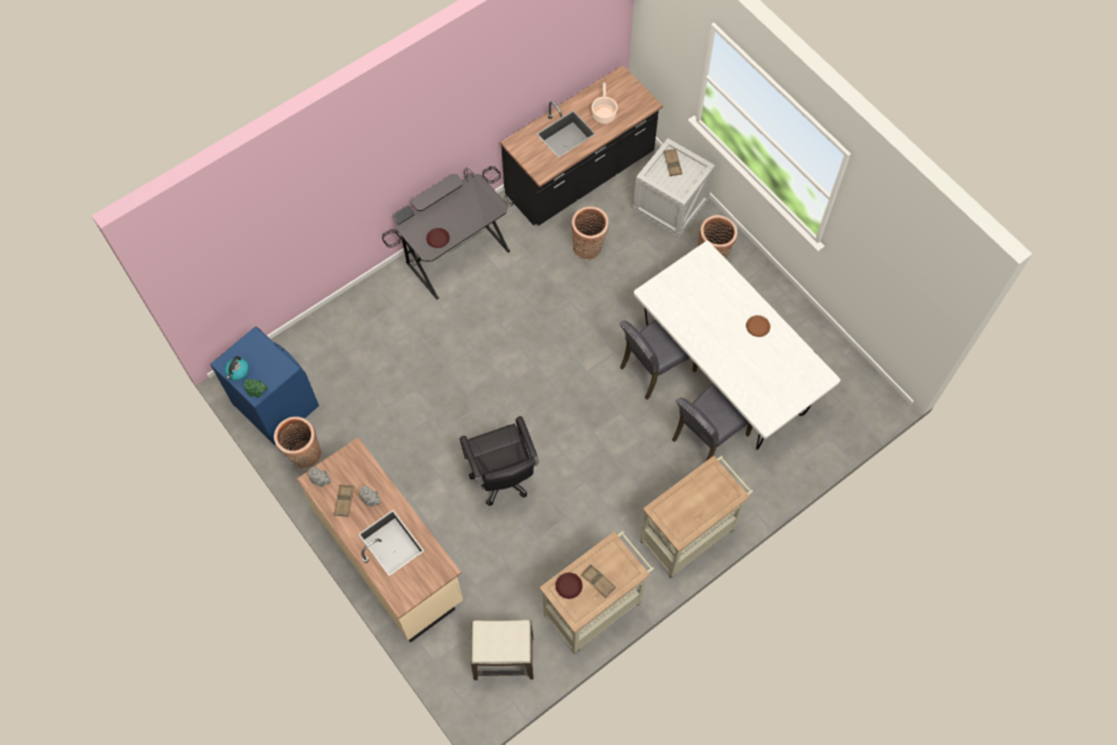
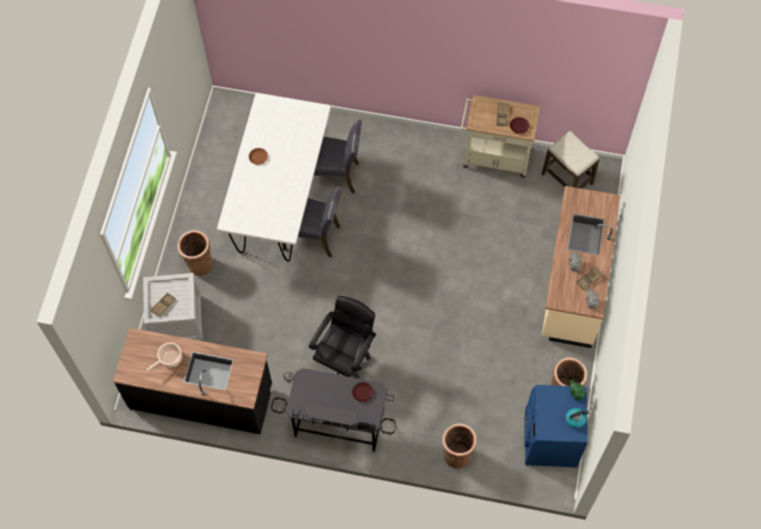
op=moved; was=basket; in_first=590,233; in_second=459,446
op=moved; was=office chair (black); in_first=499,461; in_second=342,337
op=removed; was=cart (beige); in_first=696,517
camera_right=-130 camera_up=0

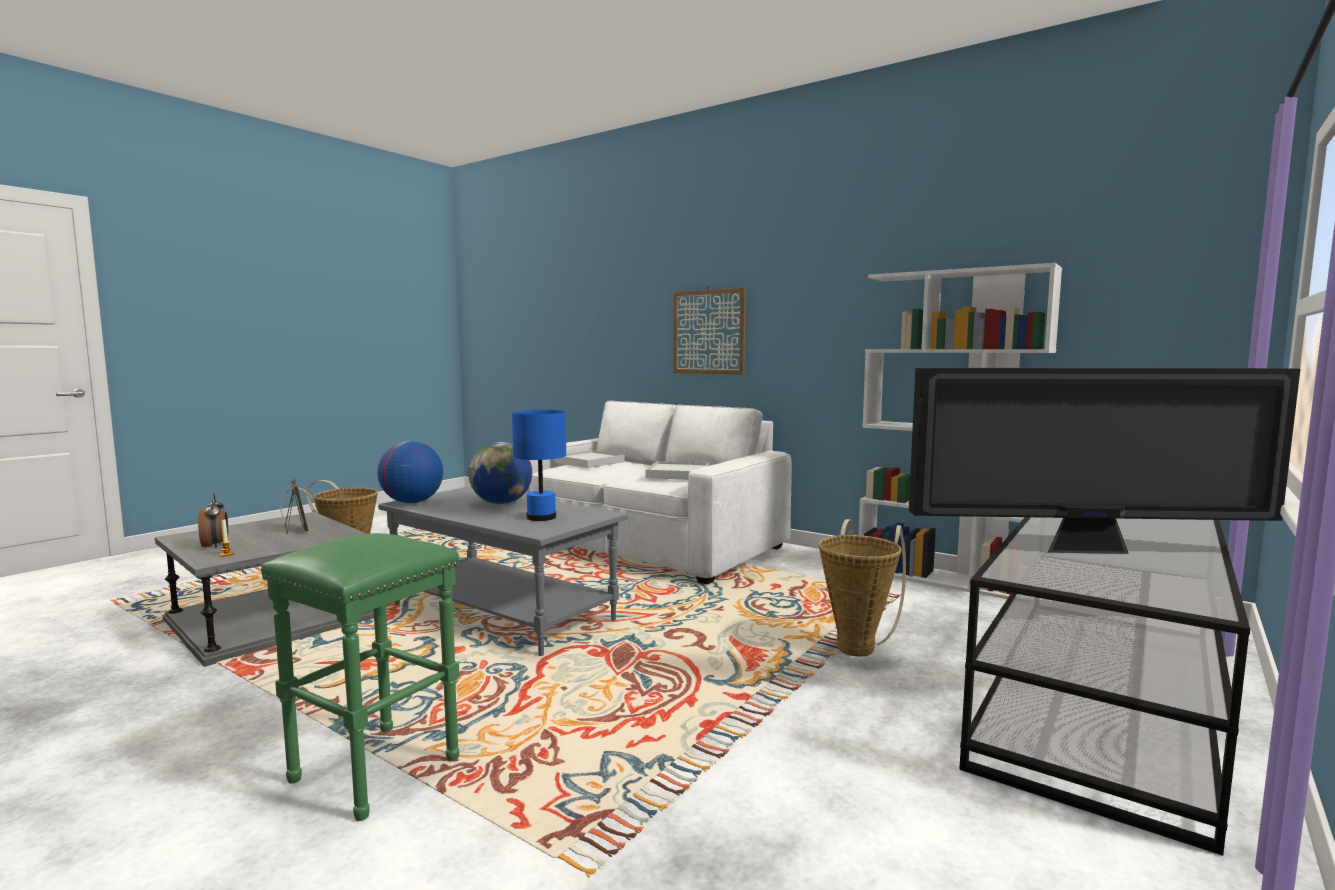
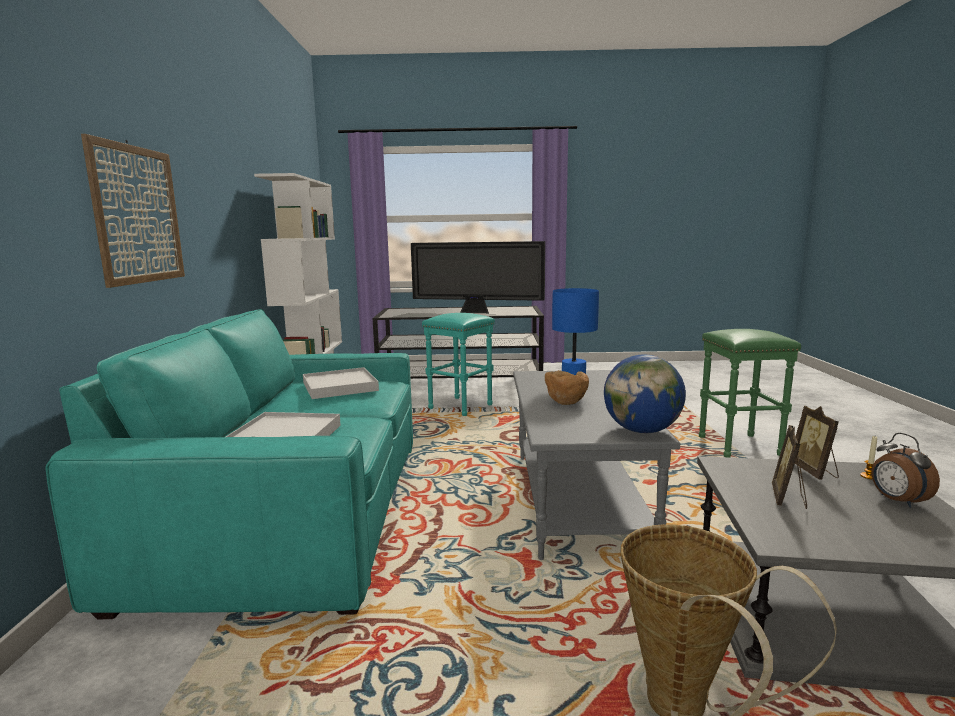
op=turned; was=television; in_first=1104,461; in_second=478,277; clockwise=135
op=recoloured; was=sofa (white); now=sofa (turquoise); in_first=657,493; in_second=229,464
op=replaced; was=globe; now=bowl (brown); in_first=500,473; in_second=567,387
op=turned; was=alarm clock; in_first=213,520; in_second=906,470; clockwise=-45
op=replaced; was=basket; now=stool (turquoise); in_first=862,588; in_second=458,364
op=added; now=picture frame; in_second=817,442
camera_right=-125 camera_up=5

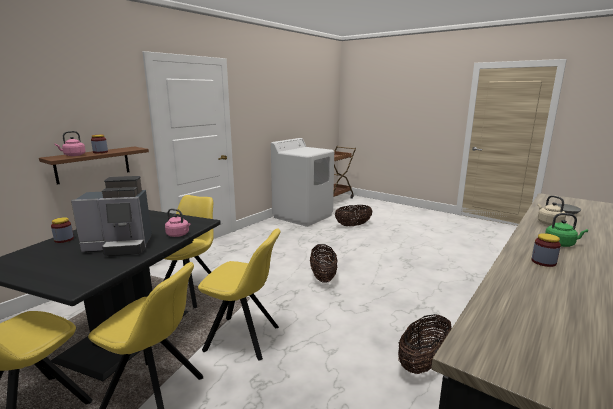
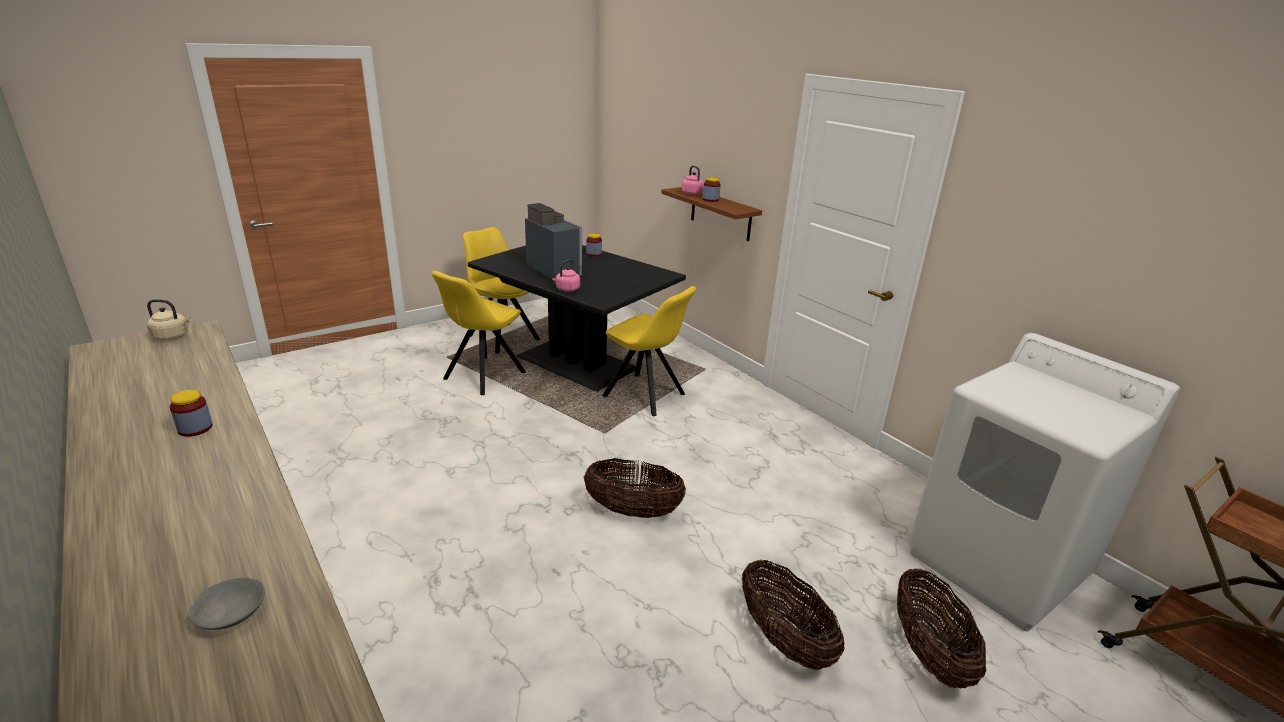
op=turned; was=coffee machine; in_first=111,216; in_second=553,241; clockwise=135
op=moved; was=kettle (beige); in_first=551,210; in_second=169,319
op=removed; was=kettle (green); in_first=566,230
op=removed; was=chair (yellow); in_first=239,294
op=moved; was=basket; in_first=425,344; in_second=793,615
camera_right=105 camera_up=10

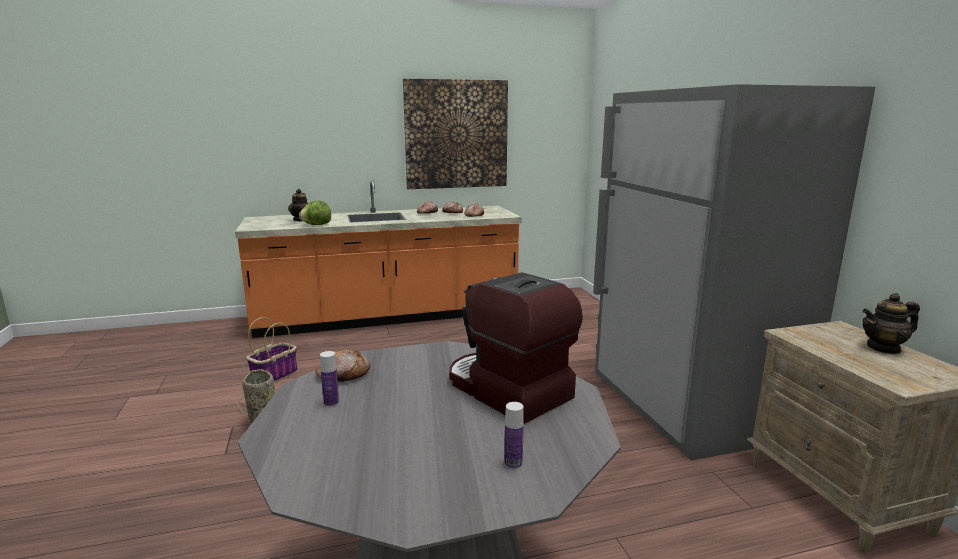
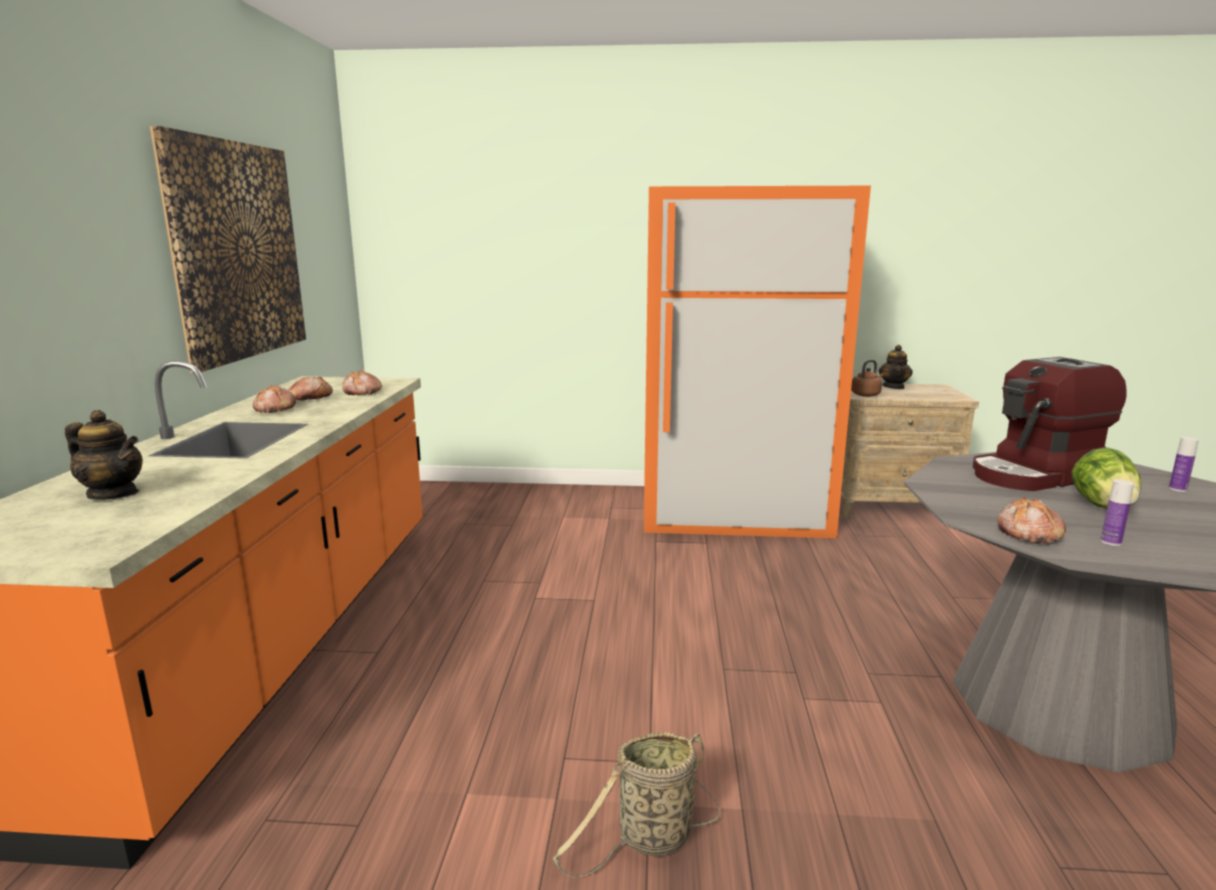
op=recoloured; was=fridge (grey); now=fridge (orange); in_first=734,272; in_second=757,362
op=moved; was=lettuce; in_first=315,213; in_second=1106,478
op=removed; was=basket; in_first=272,350
op=added; now=kettle (brown); in_second=867,378
camera_right=-70 camera_up=0

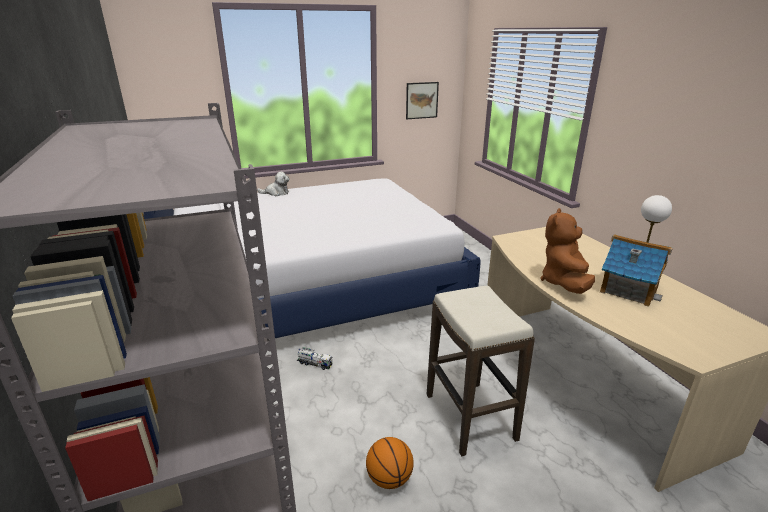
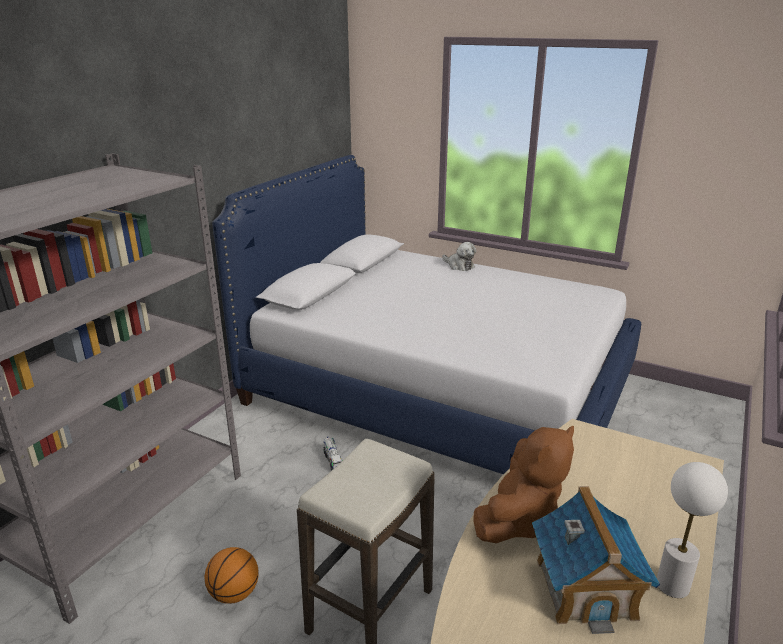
op=removed; was=picture; in_first=422,100
op=turned; was=plush toy (brown); in_first=567,251; in_second=523,484; clockwise=150
camera_right=50 camera_up=0

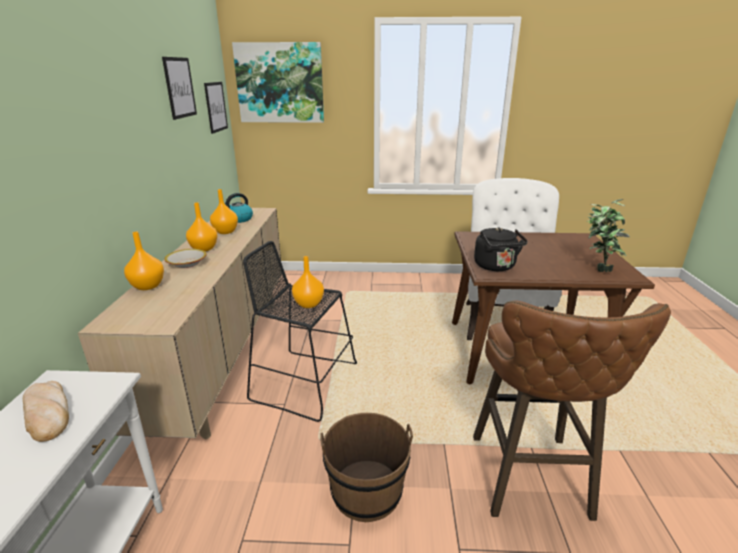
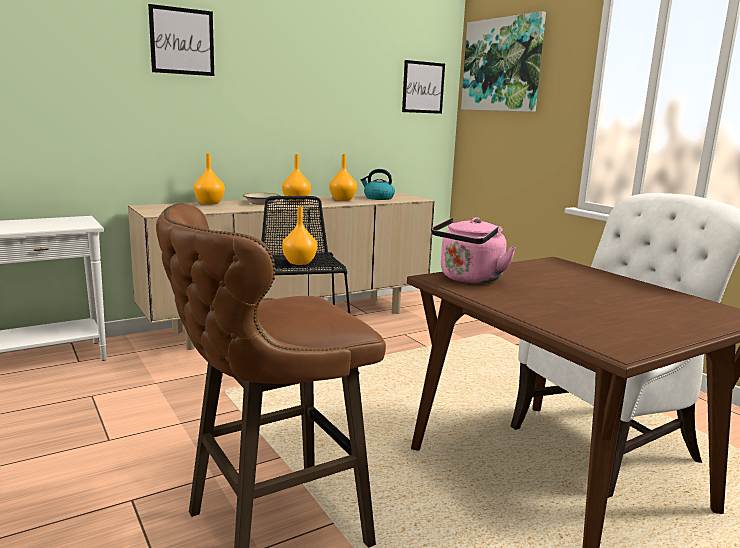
op=moved; was=picture; in_first=179,88; in_second=181,40
op=removed; was=potted plant; in_first=608,235
op=recoloured; was=kettle (black); now=kettle (pink); in_first=500,249; in_second=473,250
op=removed; was=bread; in_first=46,411
op=removed; was=bucket (brown); in_first=366,467
camera_right=55 camera_up=-10

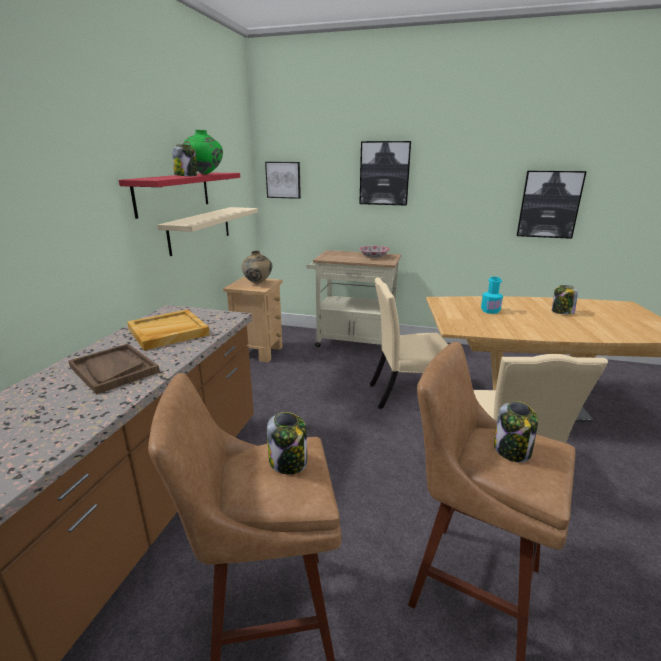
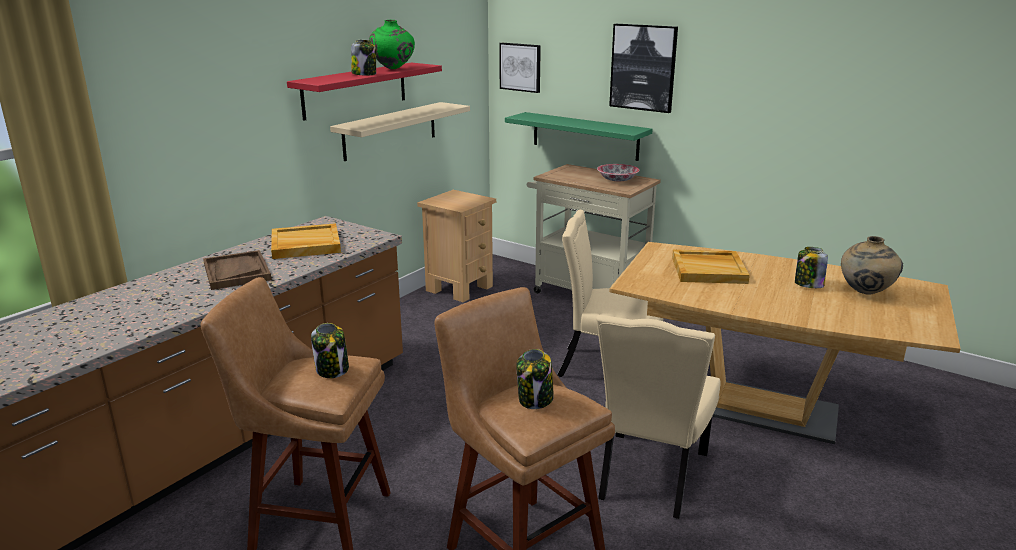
op=removed; was=picture; in_first=551,205
op=moved; was=vase (beige); in_first=256,267; in_second=872,265
op=replaced; was=bottle (turquoise); now=tray (beige); in_first=492,295; in_second=711,267
op=added; now=shelf (green); in_second=578,136
camera_right=20 camera_up=0

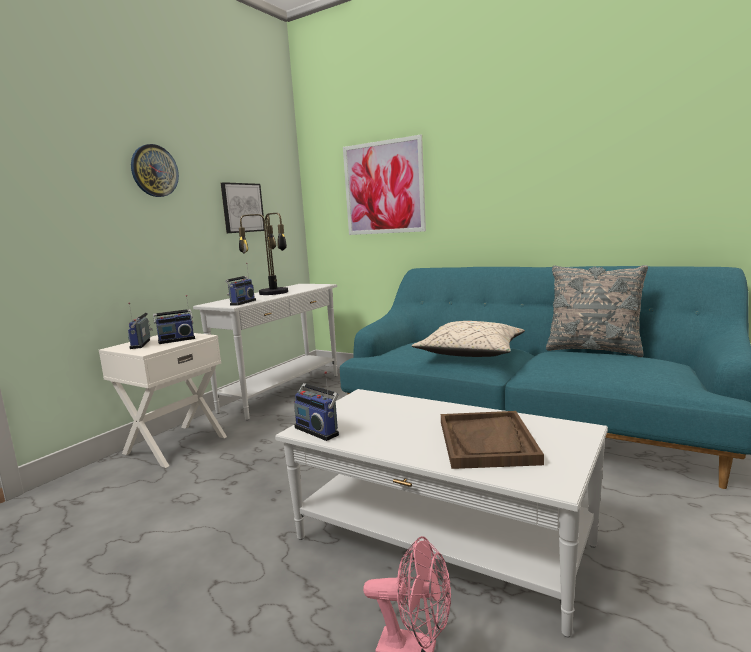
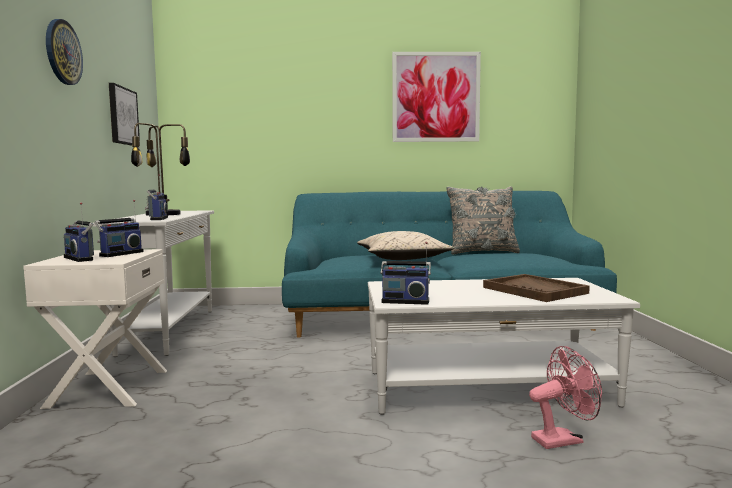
op=moved; was=picture; in_first=384,185; in_second=436,97
camera_right=-35 camera_up=-5

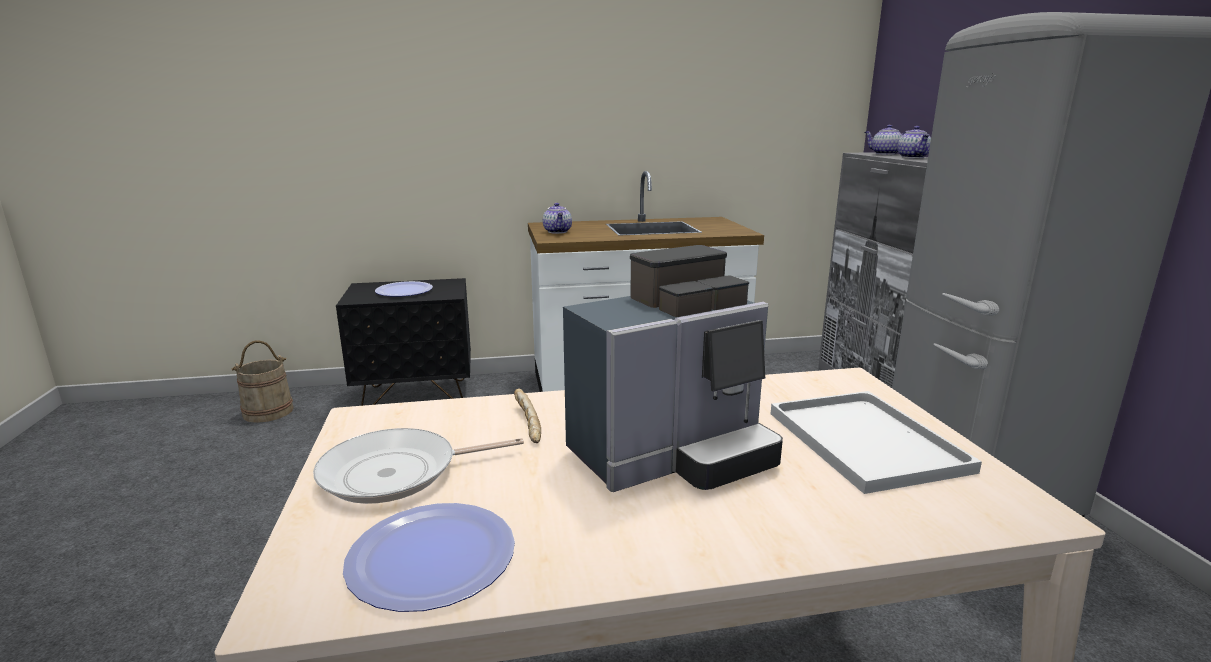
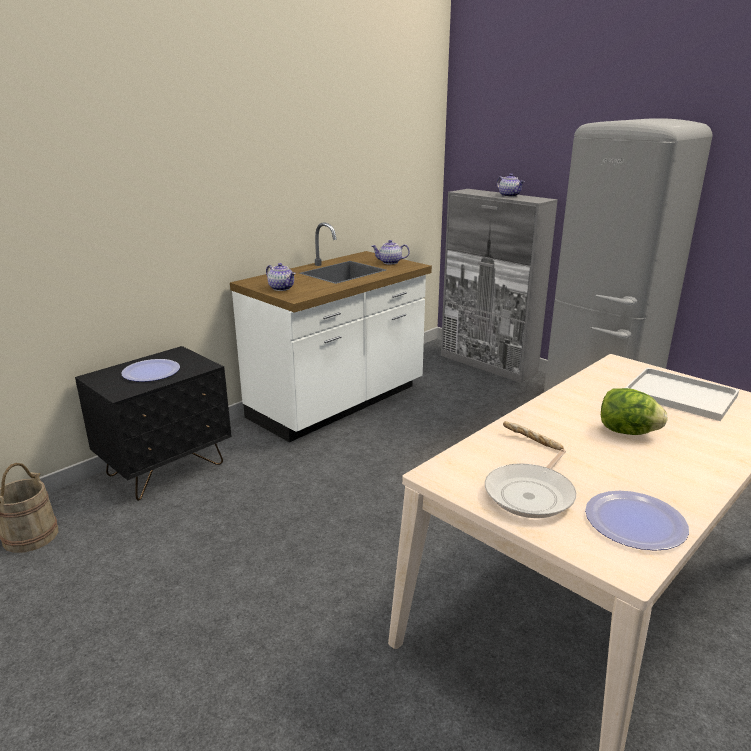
op=moved; was=teapot; in_first=886,140; in_second=391,252
op=replaced; was=coffee machine; now=lettuce; in_first=673,368; in_second=634,411
camera_right=-35 camera_up=5

